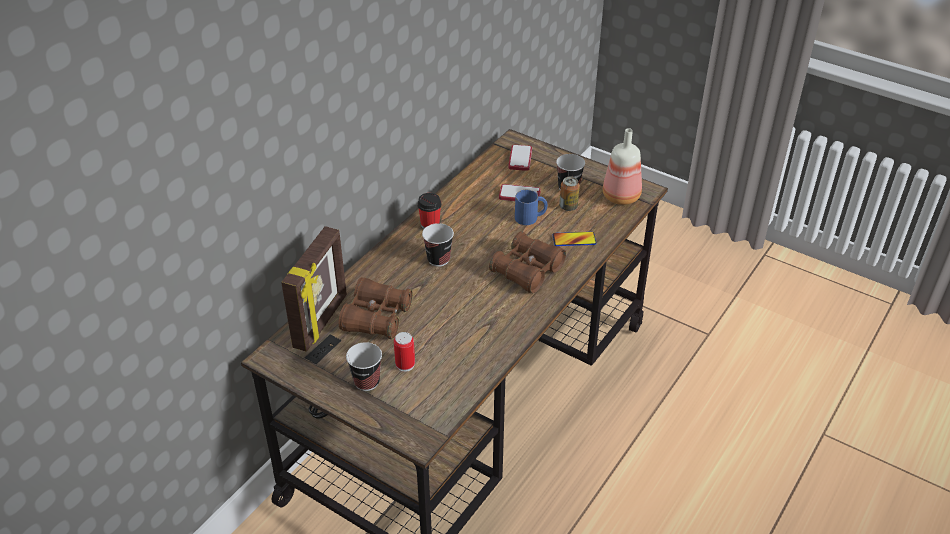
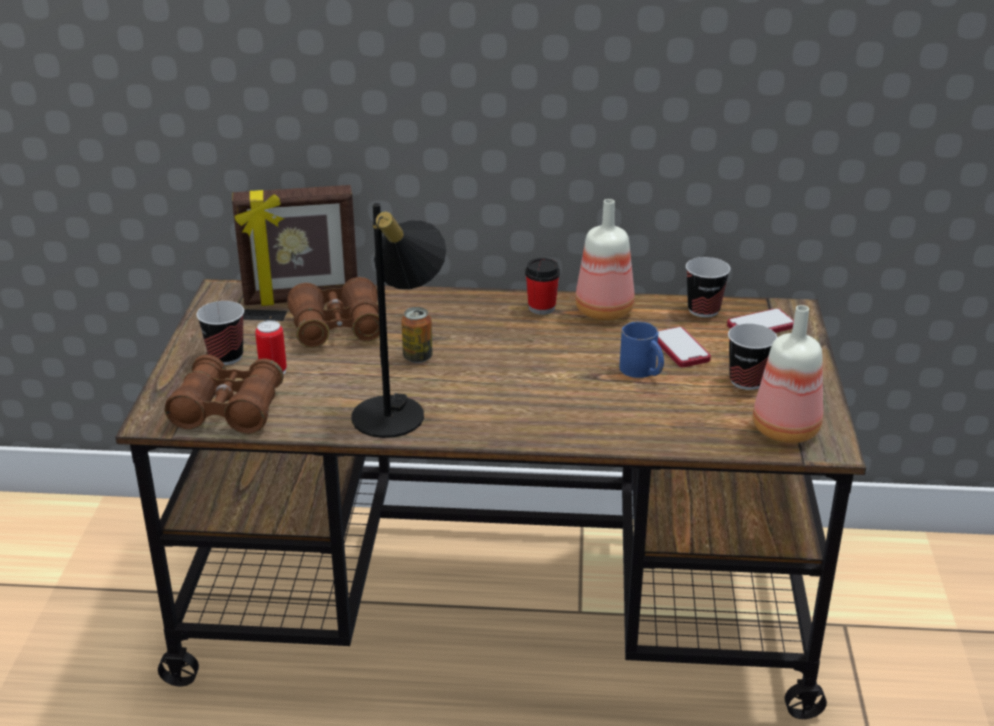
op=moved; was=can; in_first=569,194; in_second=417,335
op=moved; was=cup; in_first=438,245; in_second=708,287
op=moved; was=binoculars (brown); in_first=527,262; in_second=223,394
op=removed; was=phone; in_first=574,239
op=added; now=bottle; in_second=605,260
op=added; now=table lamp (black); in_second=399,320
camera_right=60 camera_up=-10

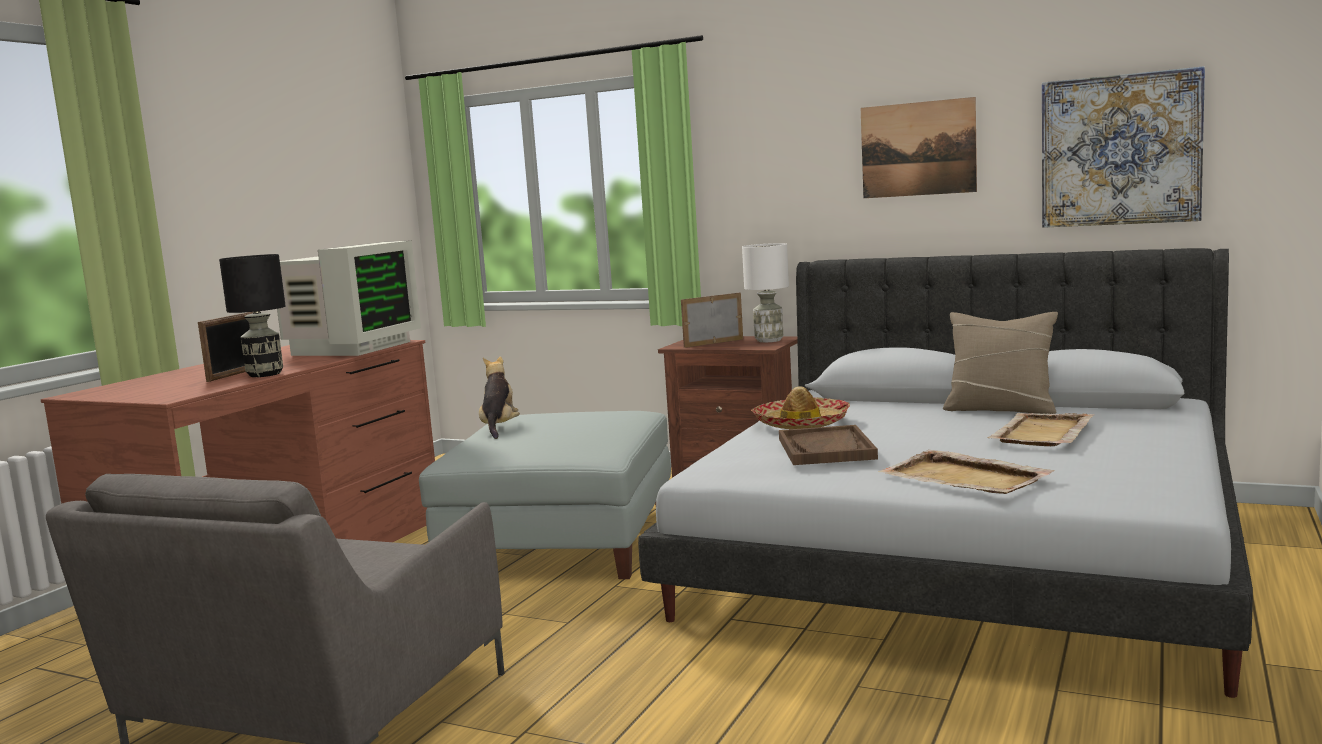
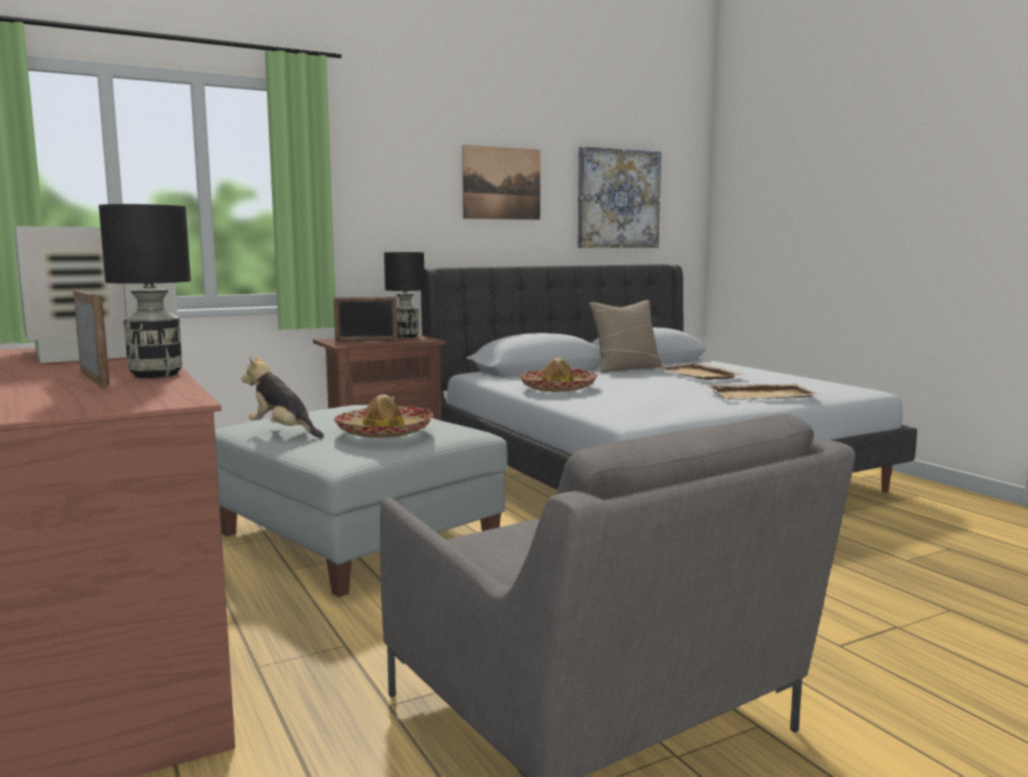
op=recoloured; was=table lamp (white); now=table lamp (black); in_first=765,292; in_second=404,295
op=turned; was=picture frame; in_first=712,320; in_second=366,319; clockwise=-105
op=removed; was=tray (brown); in_first=828,445
op=added; now=hat; in_second=383,416
camera_right=-55 camera_up=0

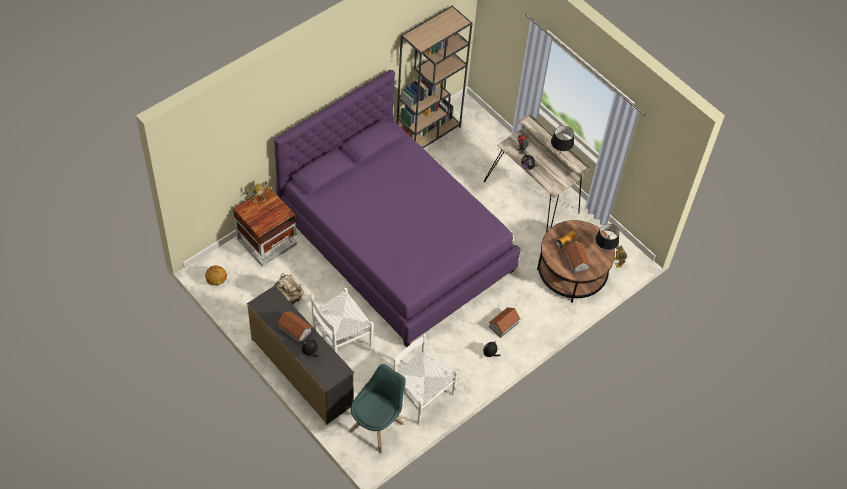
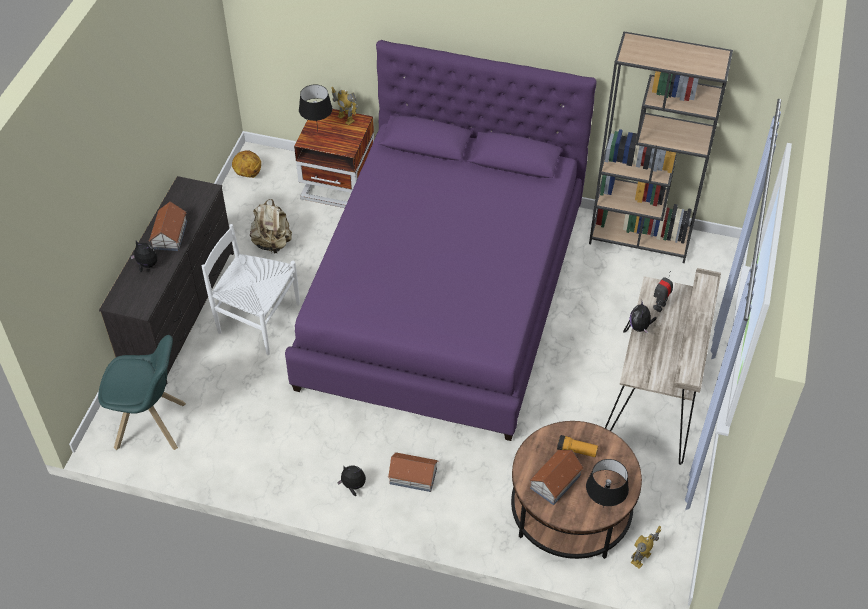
op=moved; was=table lamp (black); in_first=562,139; in_second=315,107
op=removed; was=chair (white); in_first=425,379
camera_right=60 camera_up=-5

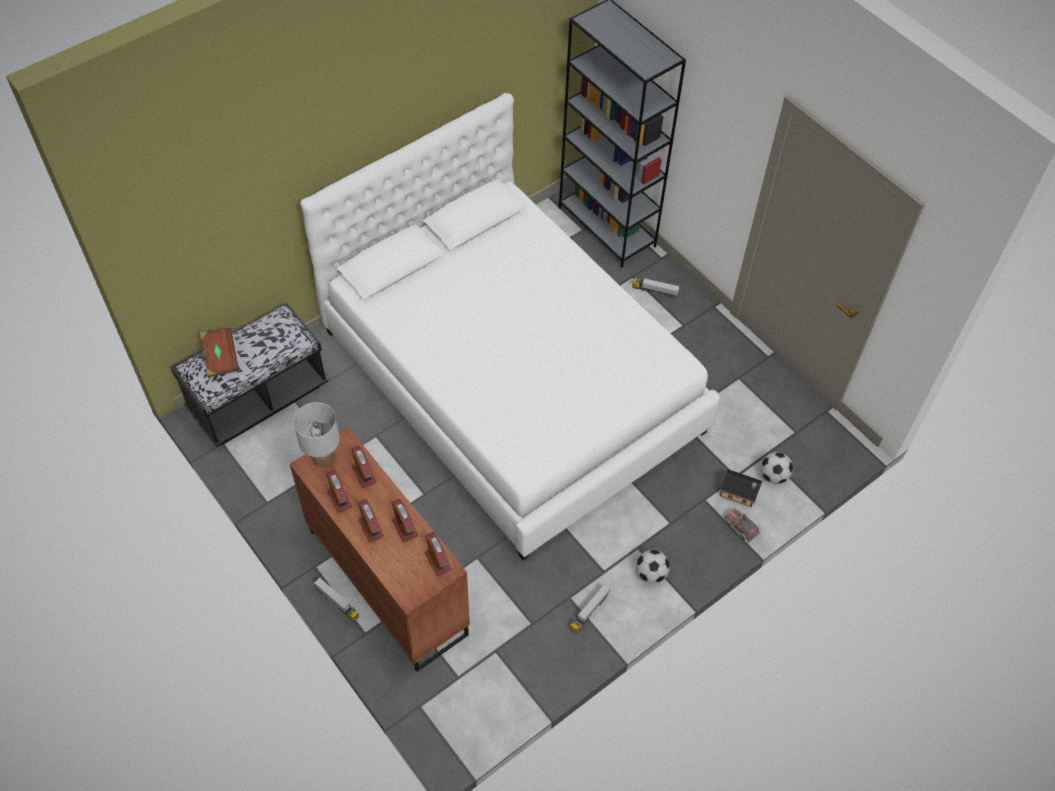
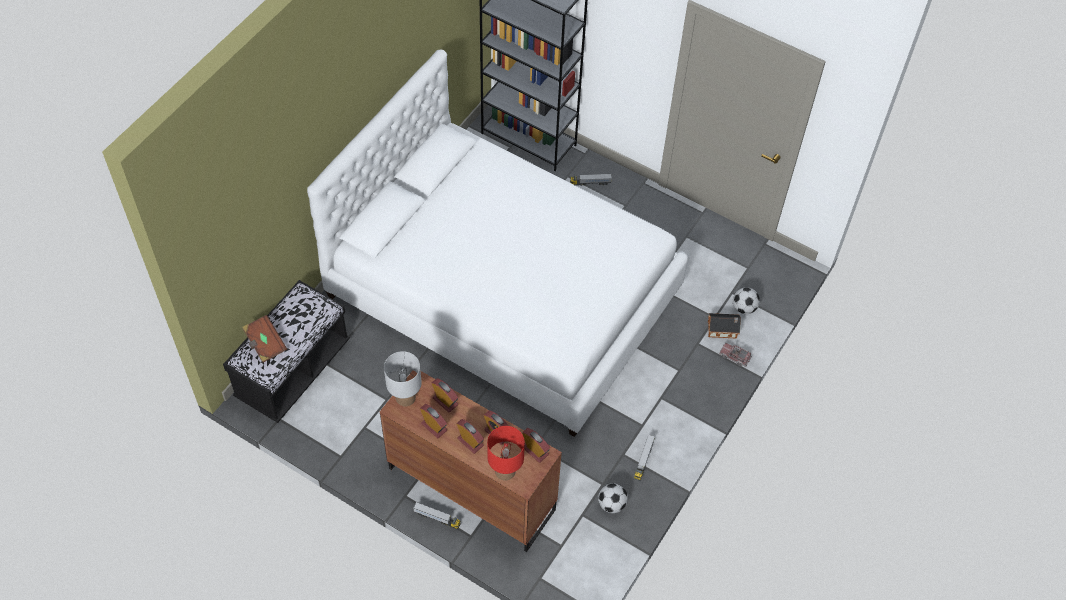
op=moved; was=football; in_first=653,567; in_second=613,498
op=added; now=table lamp (red); in_second=506,453
camera_right=-20 camera_up=0

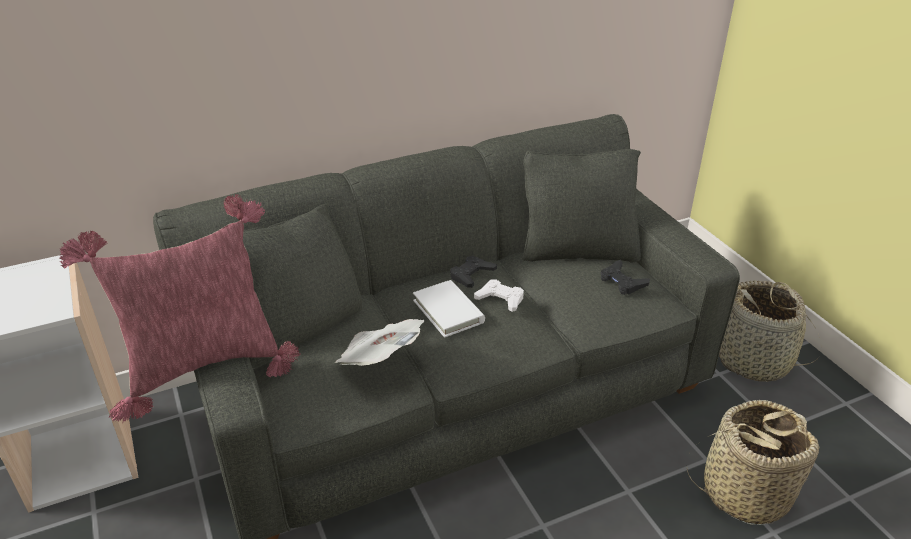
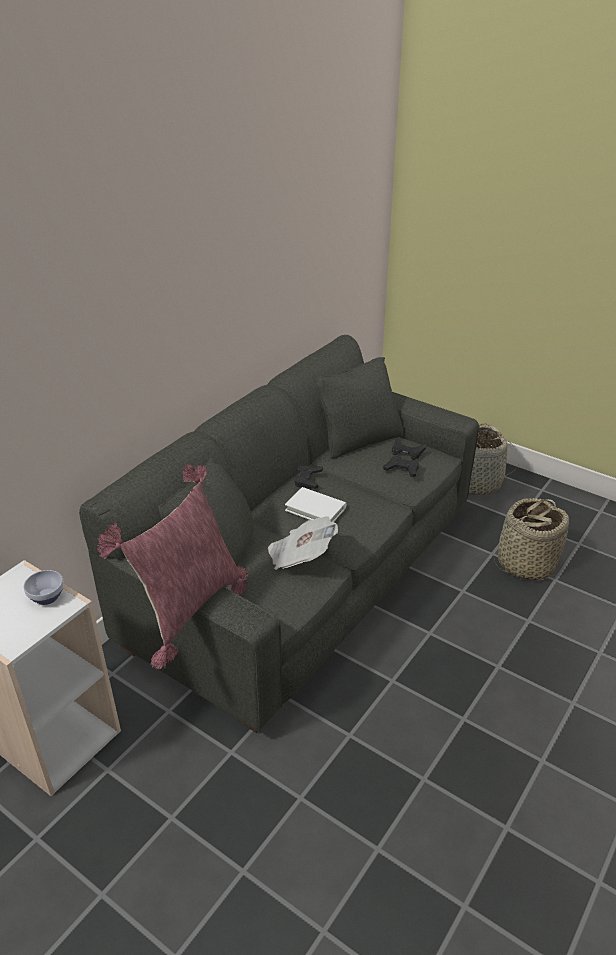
op=removed; was=game controller (white); in_first=499,295
op=added; now=game controller (black); in_second=401,466
op=added; now=bowl; in_second=43,587
camera_right=-30 camera_up=0

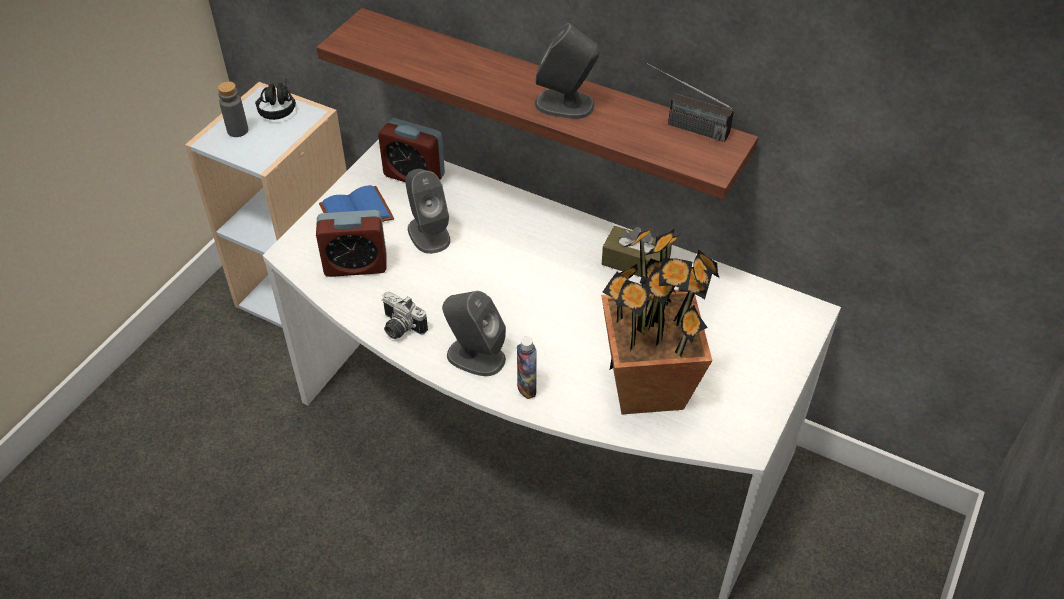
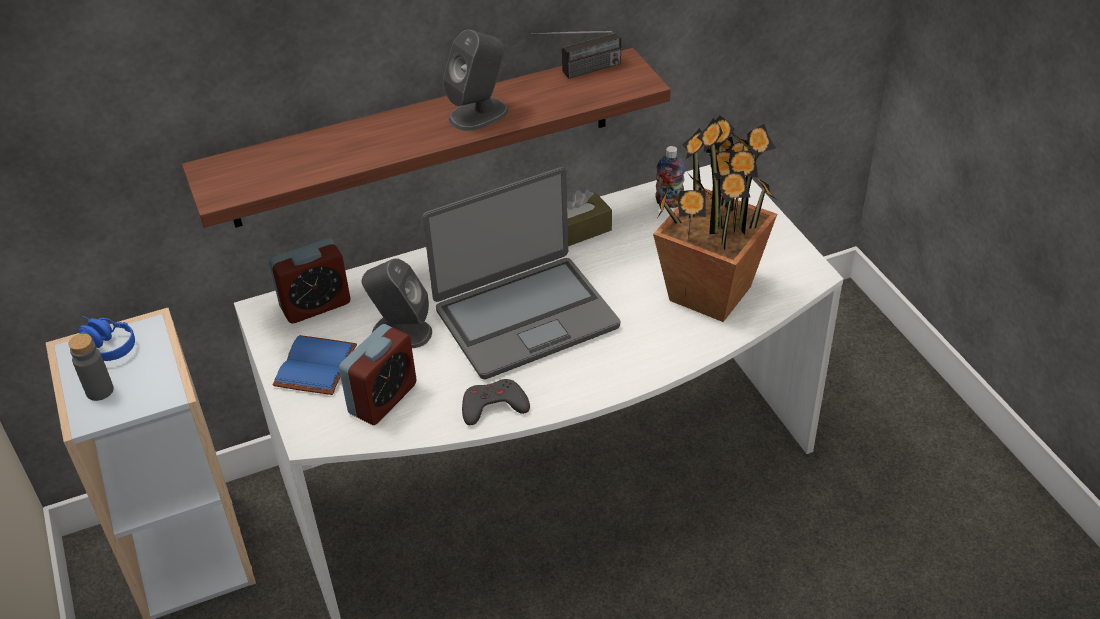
op=recoloured; was=headphones (black); now=headphones (blue); in_first=275,99; in_second=107,338
op=replaced; was=photo camera; now=game controller (grey); in_first=405,315; in_second=496,402
op=removed; was=speaker (grey); in_first=474,333
op=moved; was=bottle; in_first=527,367; in_second=670,177
op=added; now=laptop; in_second=521,273
camera_right=-50 camera_up=-5

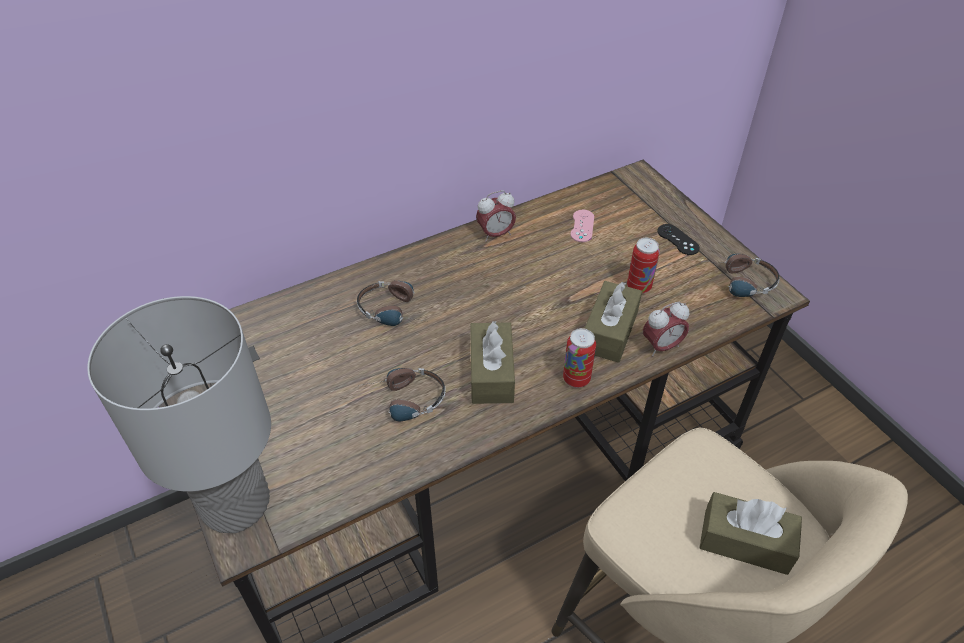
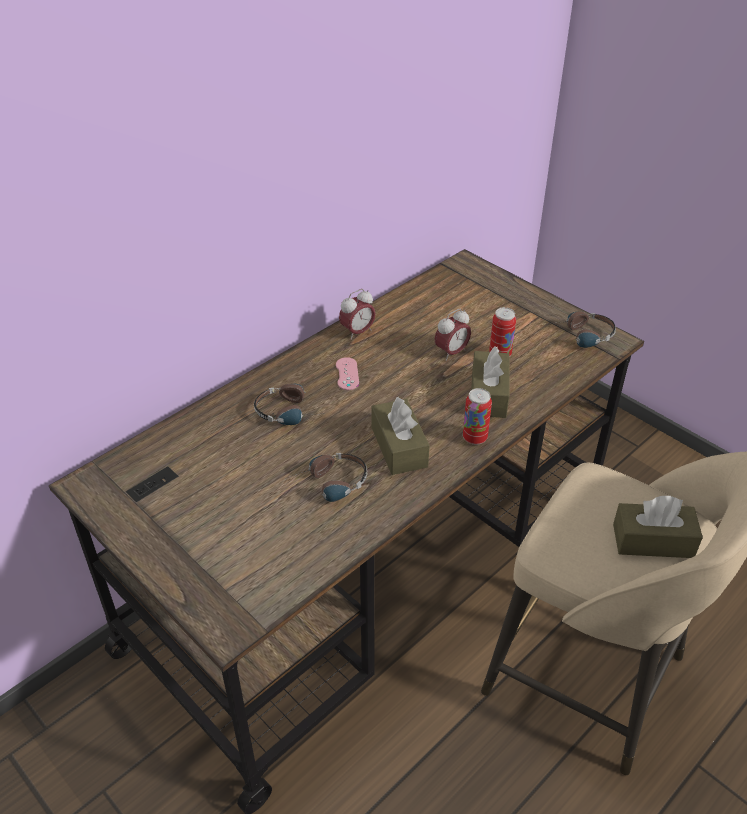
op=moved; was=game controller (pink); in_first=582,226; in_second=347,373
op=removed; was=game controller (black); in_first=678,239
op=removed; was=table lamp (grey); in_first=179,414
op=moved; was=alarm clock; in_first=666,329; in_second=453,335
camera_right=-15 camera_up=-5

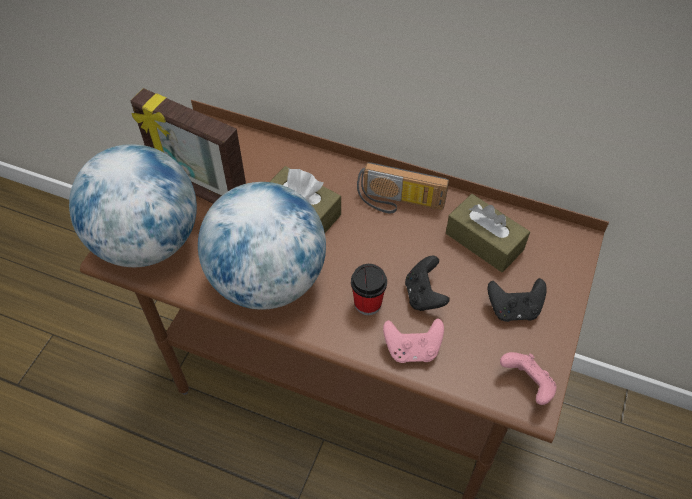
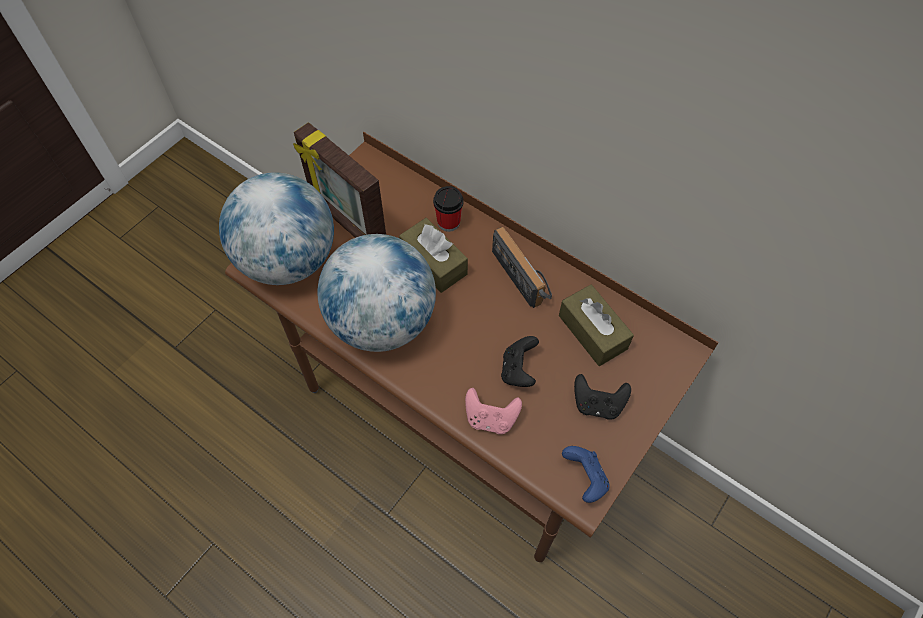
op=turned; was=radio; in_first=403,187; in_second=522,267; clockwise=-150
op=moved; was=cup; in_first=369,289; in_second=448,209
op=recoloured; was=game controller (pink); now=game controller (blue); in_first=528,378; in_second=586,474
camera_right=15 camera_up=5

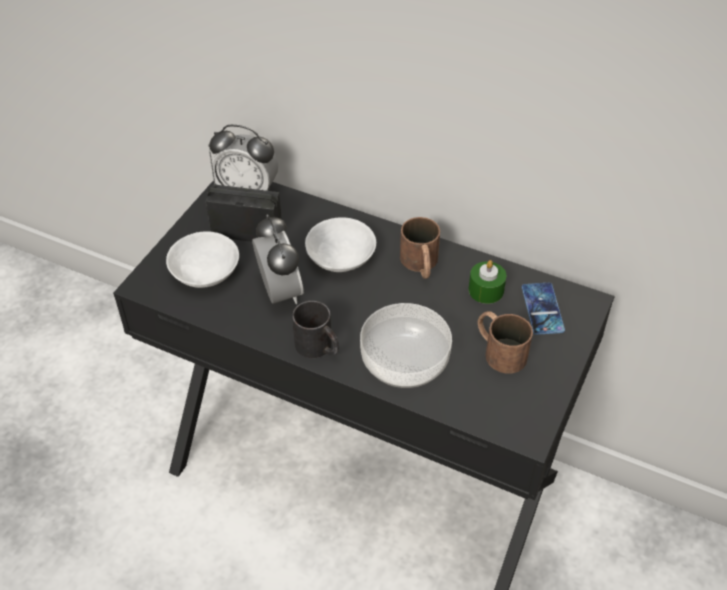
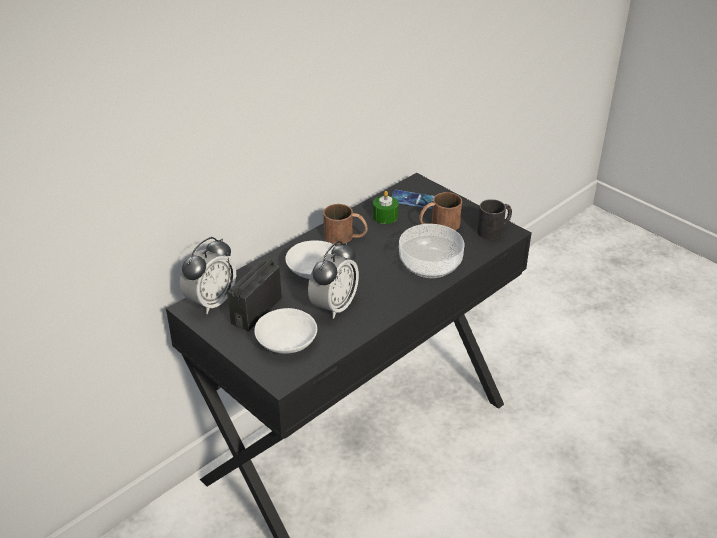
op=turned; was=alarm clock; in_first=278,259; in_second=333,280; clockwise=120
op=moved; was=mug (black); in_first=315,329; in_second=494,219
camera_right=-70 camera_up=-10

